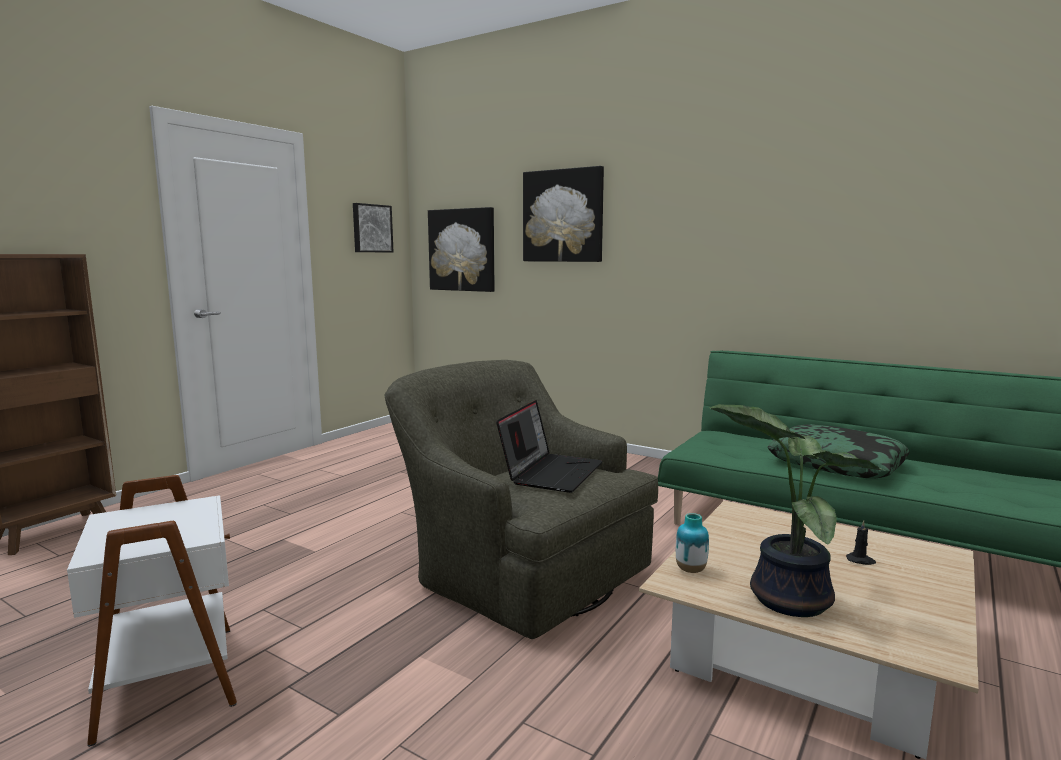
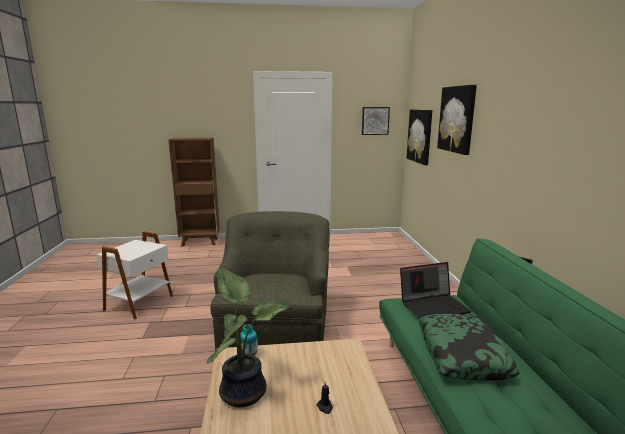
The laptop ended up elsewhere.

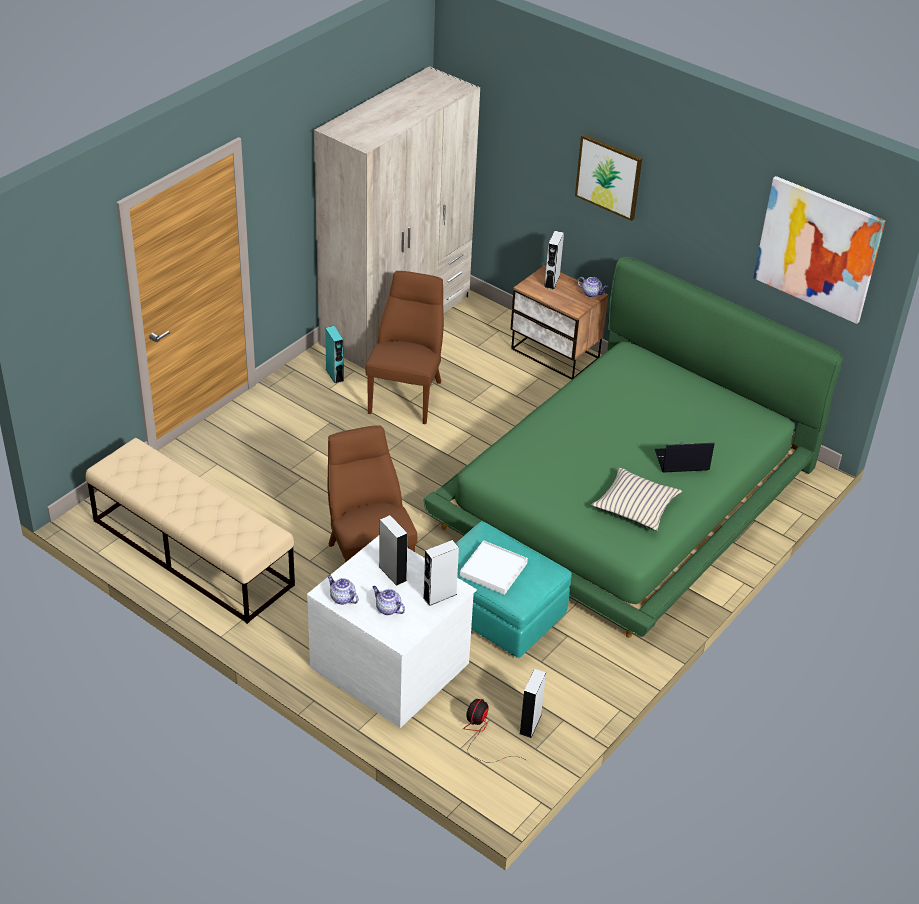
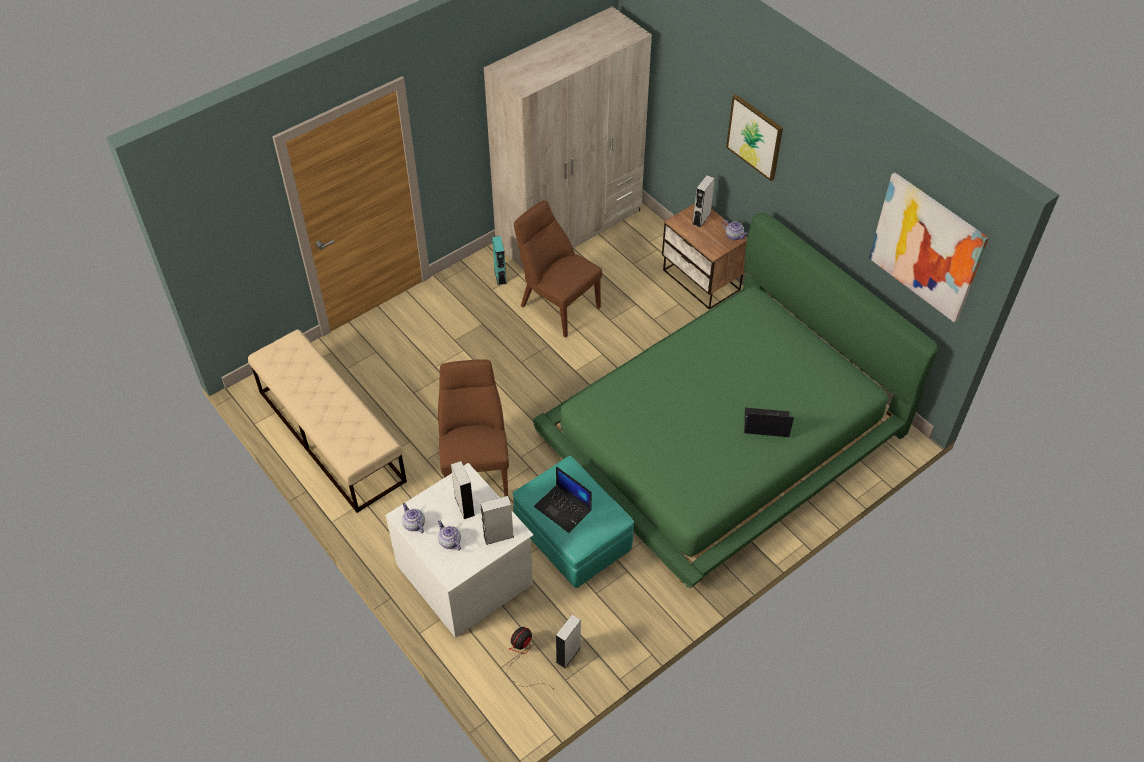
The second view lost the sand-coloured throw pillow.
Where the white-coloured carrying tray stood, the laptop (no. 1 from left) came to stand.
The brown plain chair (no. 2 from left) ended up facing another way, 75 degrees counterclockwise from before.

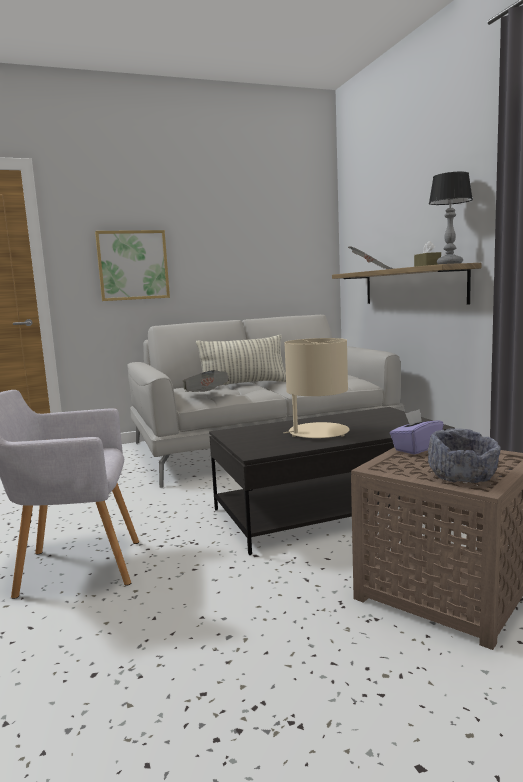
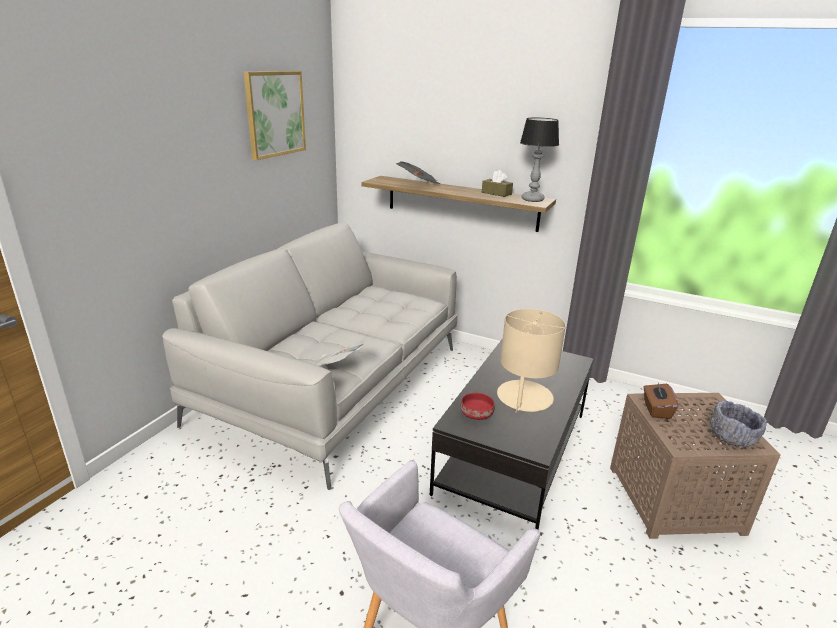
The second view lost the throw pillow.
The second view gained the reddish serving bowl.
The wall picture ended up elsewhere.
What was the purple-coloured tissue holder turned into the brown tissue holder (no. 2 from left).

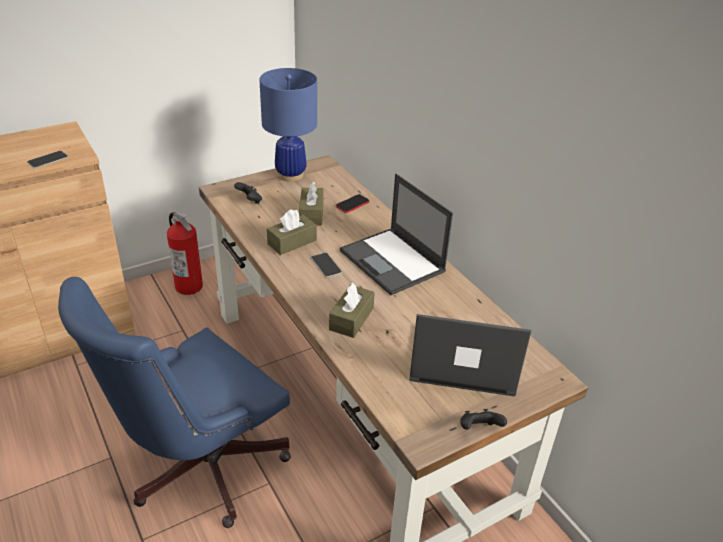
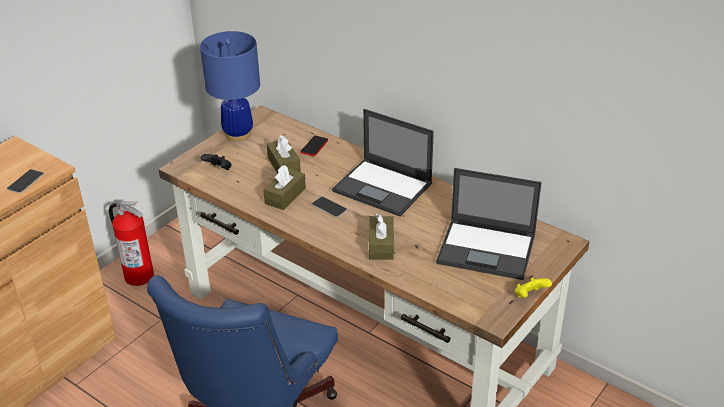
What was the blackish game controller (no. 2 from left) turned into the yellow game controller.
The laptop (no. 2 from left) ended up facing another way, 150 degrees counterclockwise from before.

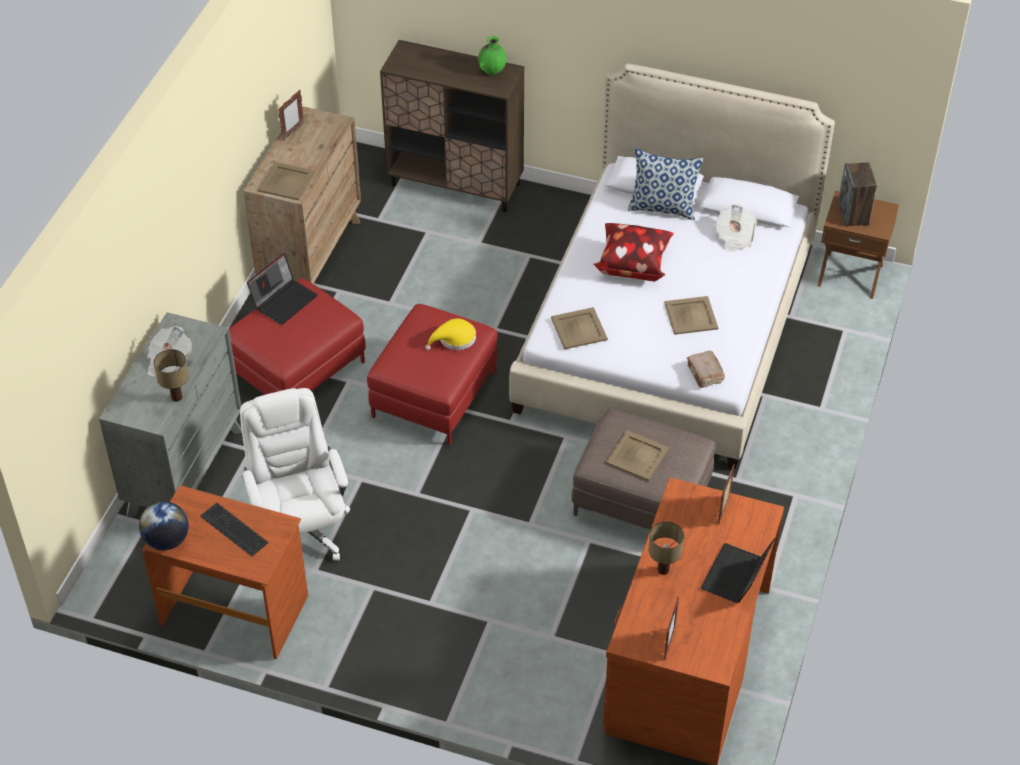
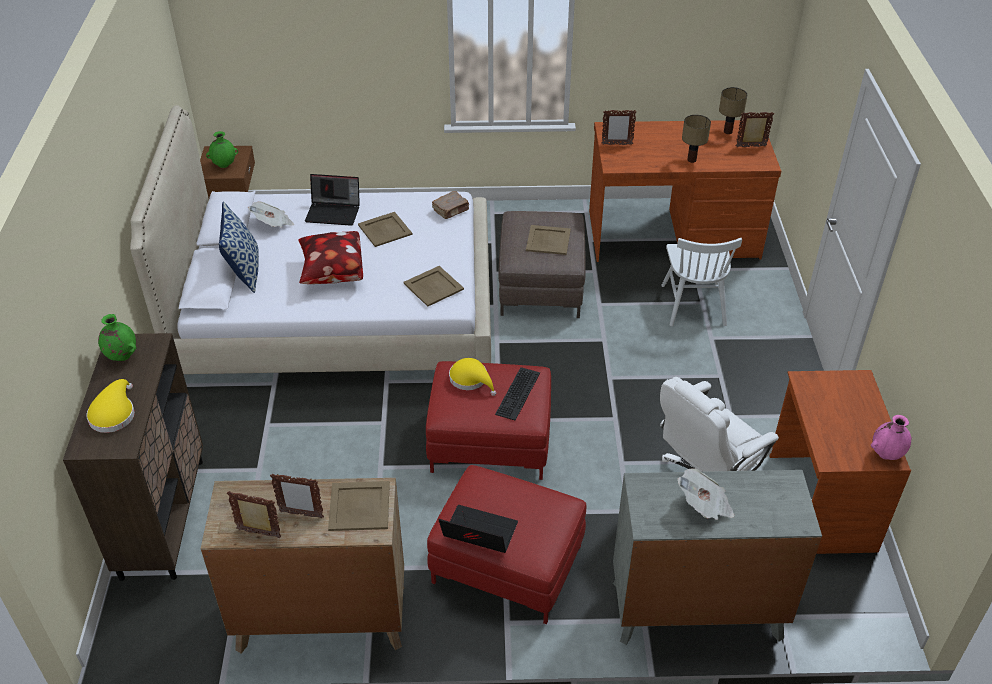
The second view gained the yellow clothing hat (no. 1 from left).
The second view gained the photo frame (no. 2 from left).
The second view gained the white-coloured plain chair.
The table lamp (no. 1 from left in the first image) ended up elsewhere.
The PC keyboard ended up elsewhere.
The laptop (no. 2 from left in the first image) ended up elsewhere.
Where the world globe stood, the pinkish decorative vase came to stand.
Where the loudspeaker stood, the greenish decorative vase (no. 2 from left) came to stand.

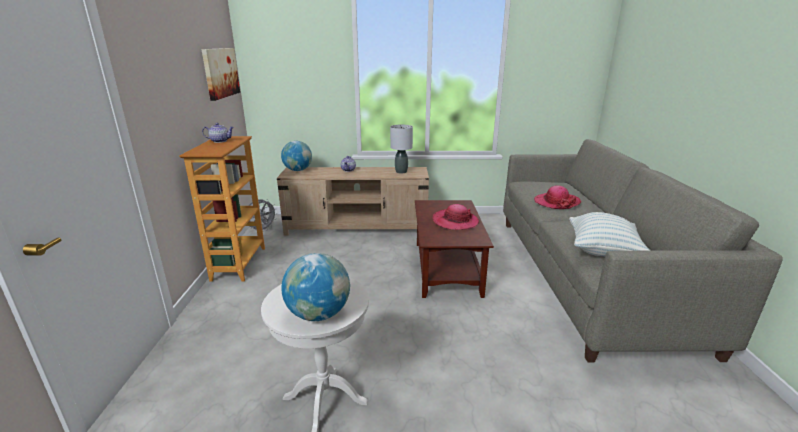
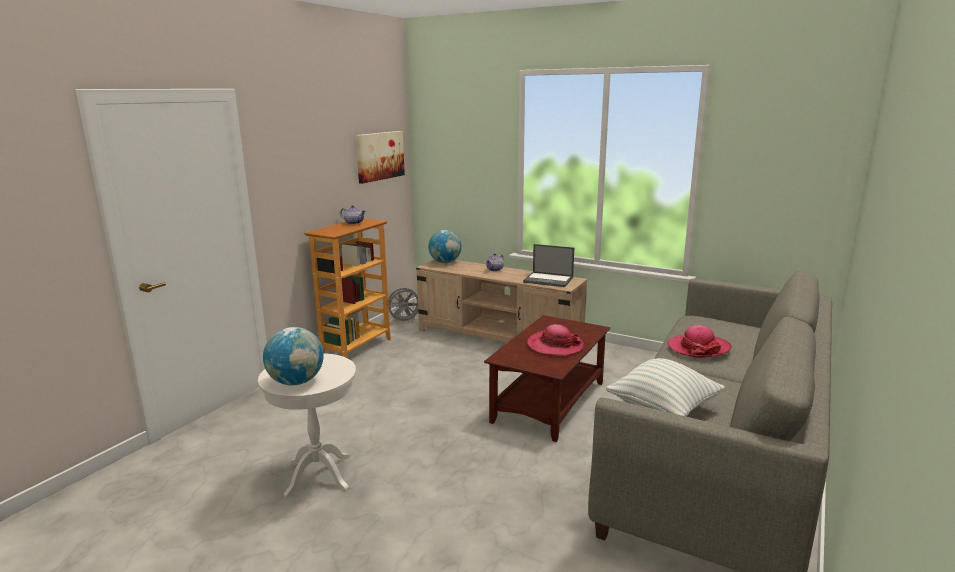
Where the greyish table lamp stood, the laptop came to stand.

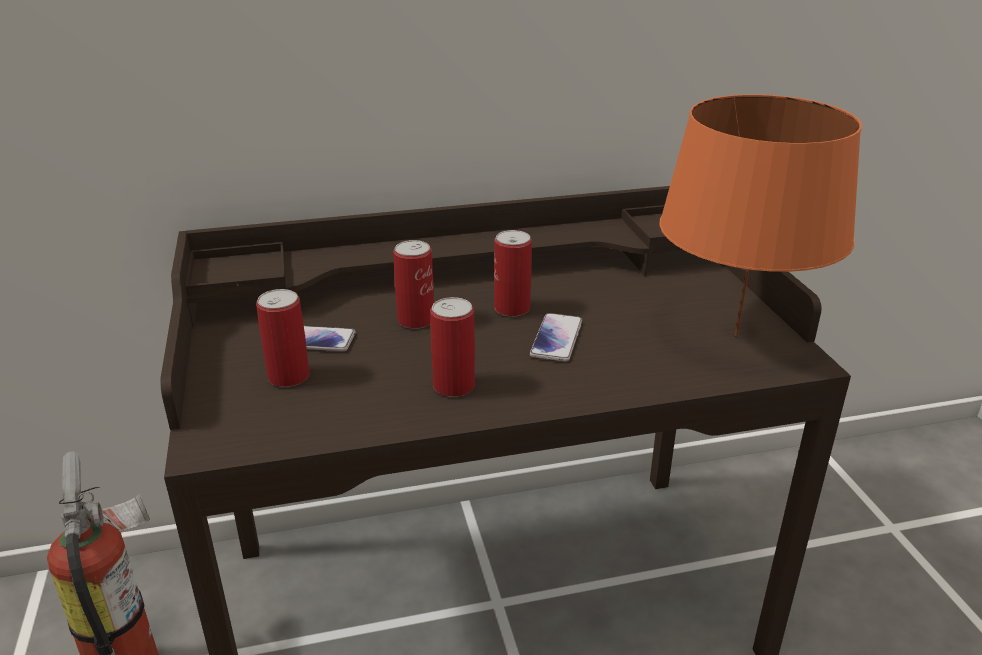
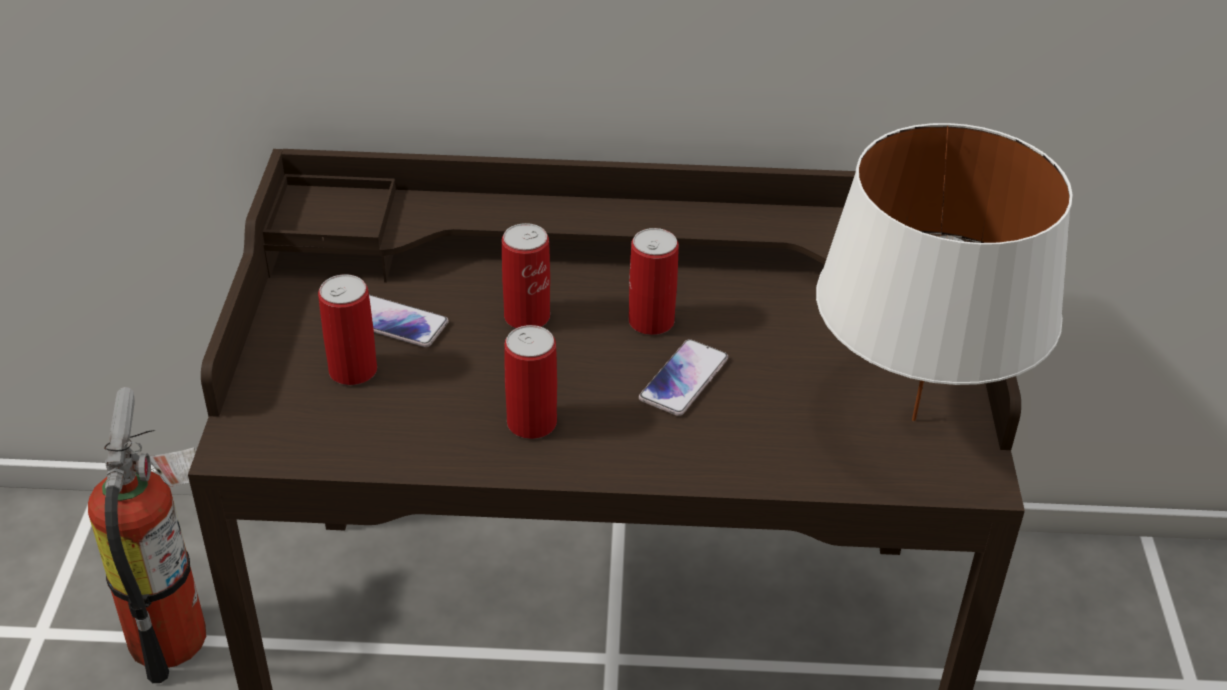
What was the orange-coloured table lamp turned into the white-coloured table lamp.

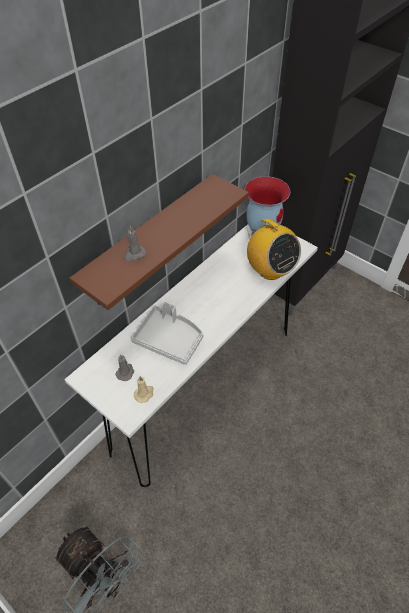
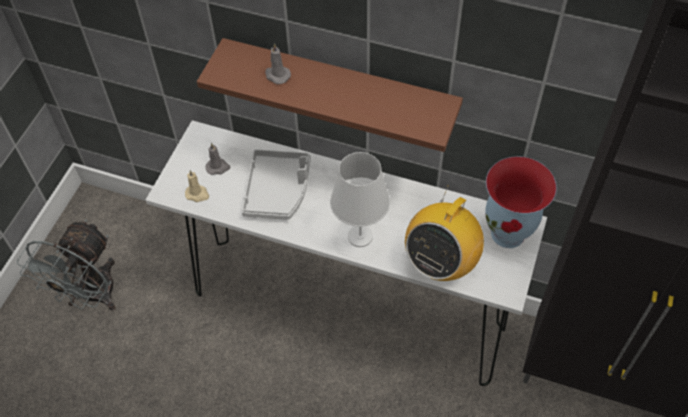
The second view gained the white-coloured table lamp.

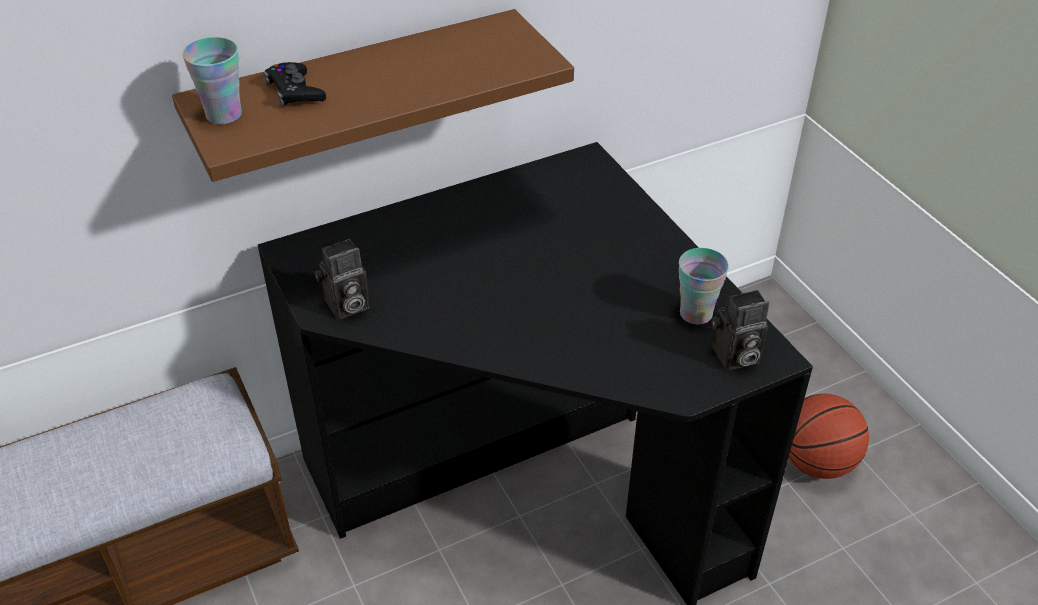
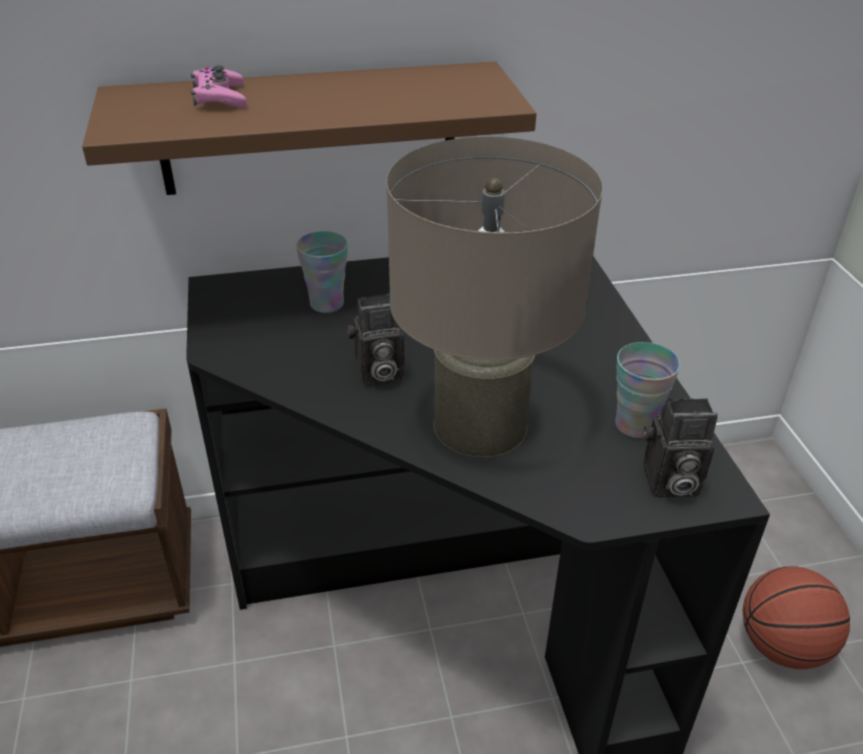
The second view gained the sand-coloured table lamp.
The drinking cup (no. 1 from left) ended up elsewhere.
The still camera (no. 1 from left) ended up elsewhere.
What was the blackish game controller turned into the pinkish game controller.

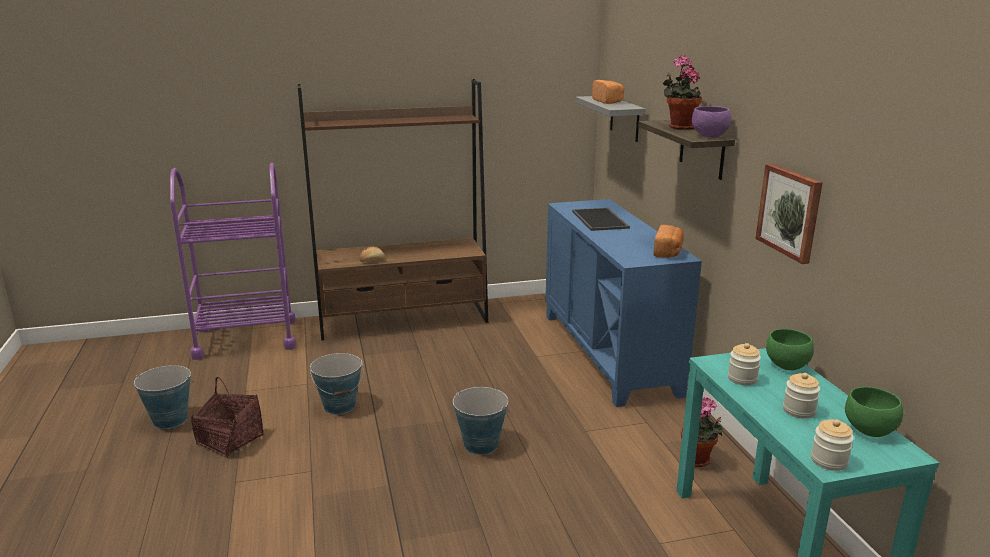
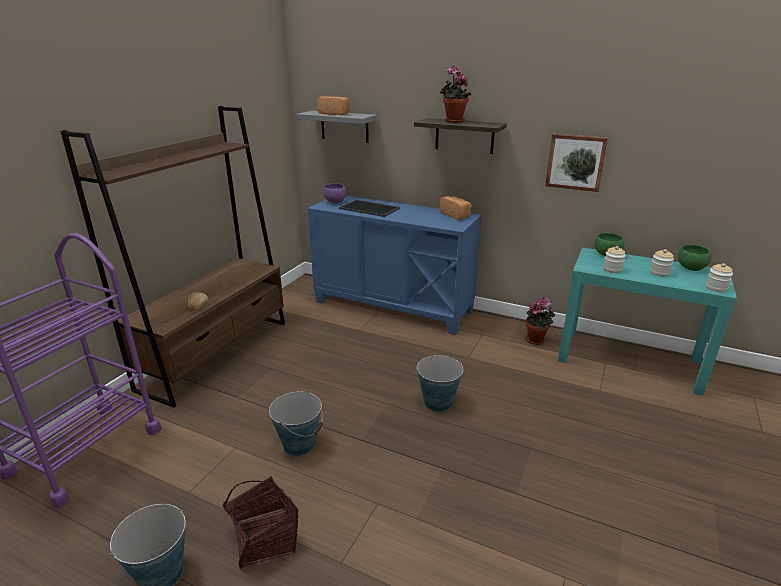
The purple-coloured serving bowl ended up elsewhere.

